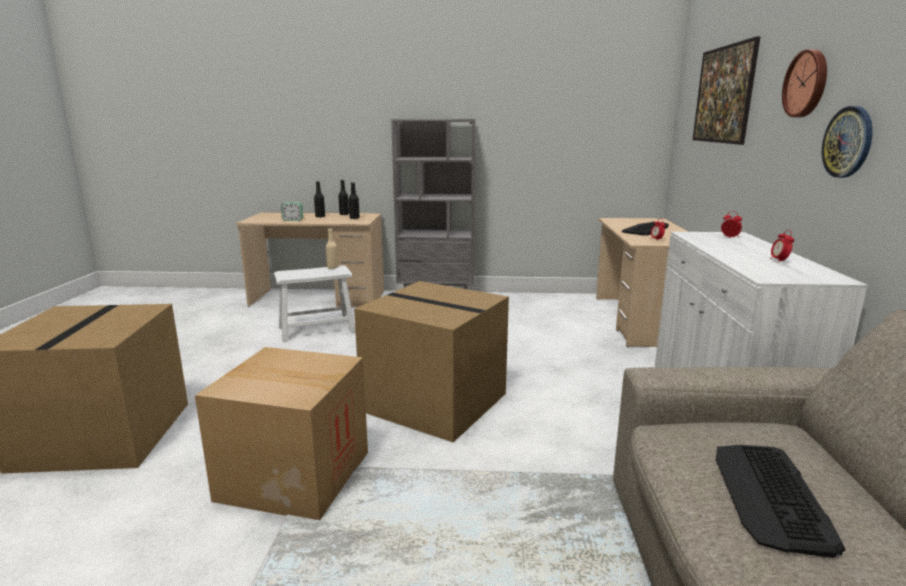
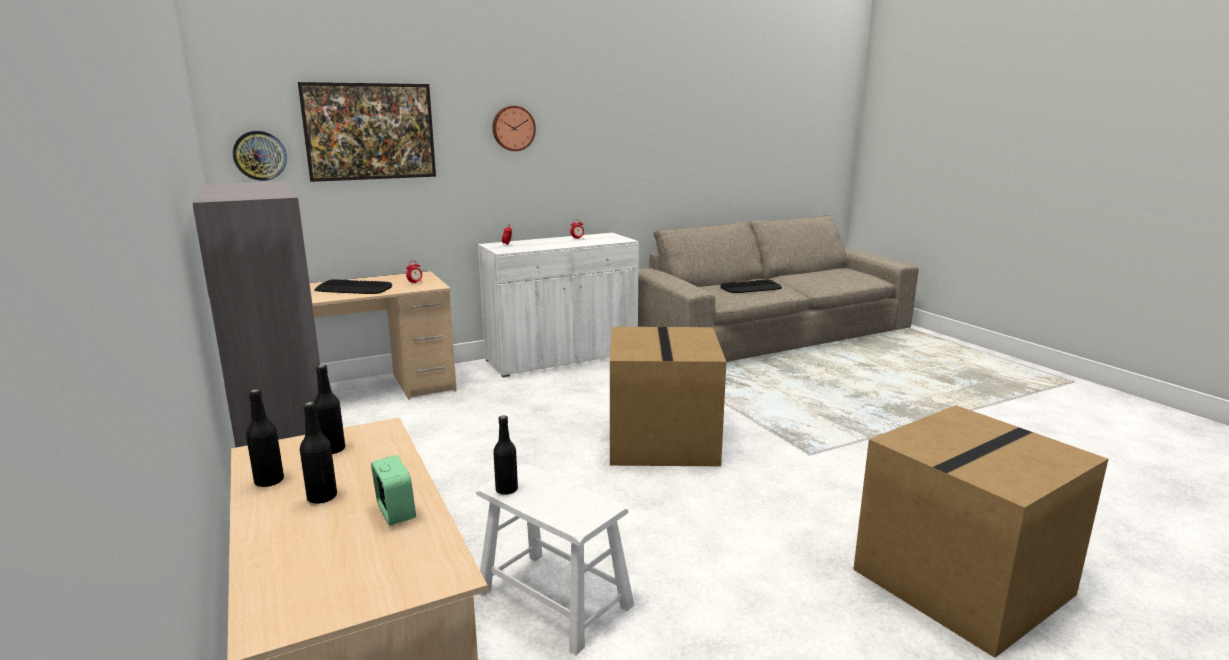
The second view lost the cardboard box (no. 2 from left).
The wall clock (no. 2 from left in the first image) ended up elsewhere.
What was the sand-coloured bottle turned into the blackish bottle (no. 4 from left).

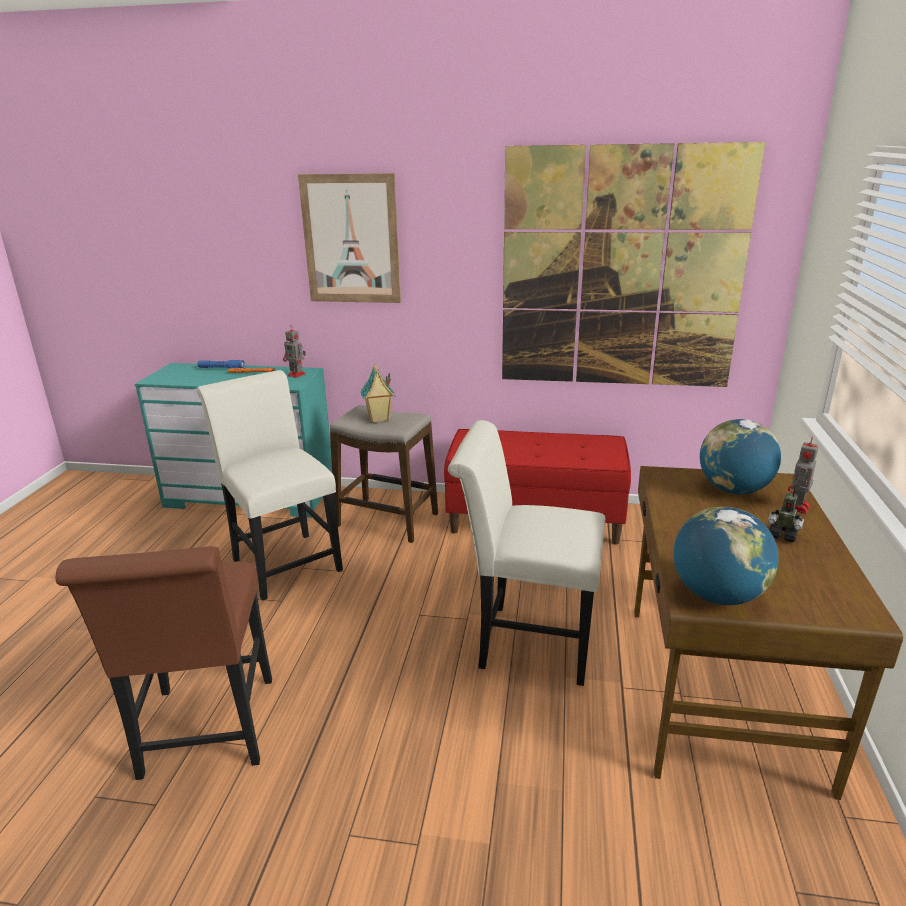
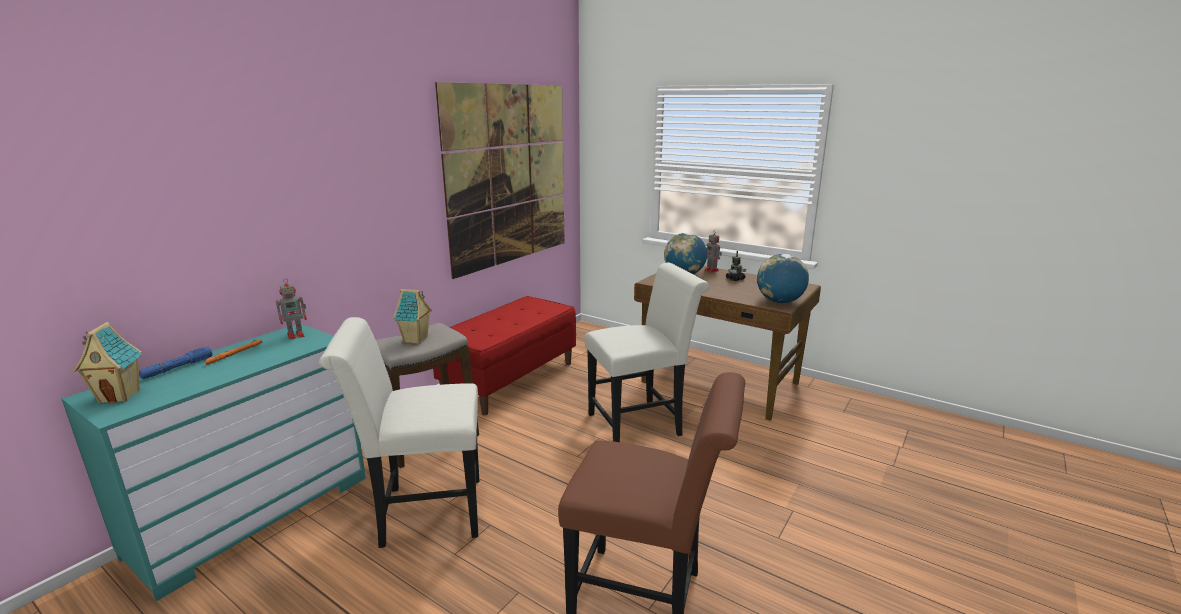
The second view lost the wall picture (no. 1 from left).
The second view gained the toy house (no. 1 from left).
The white-coloured plain chair (no. 2 from left) ended up facing another way, 150 degrees counterclockwise from before.

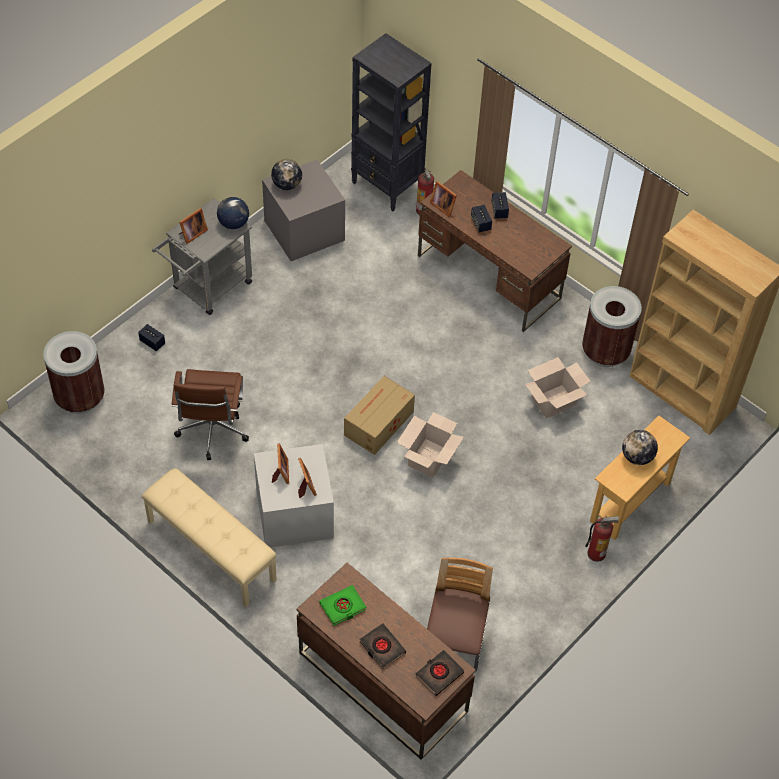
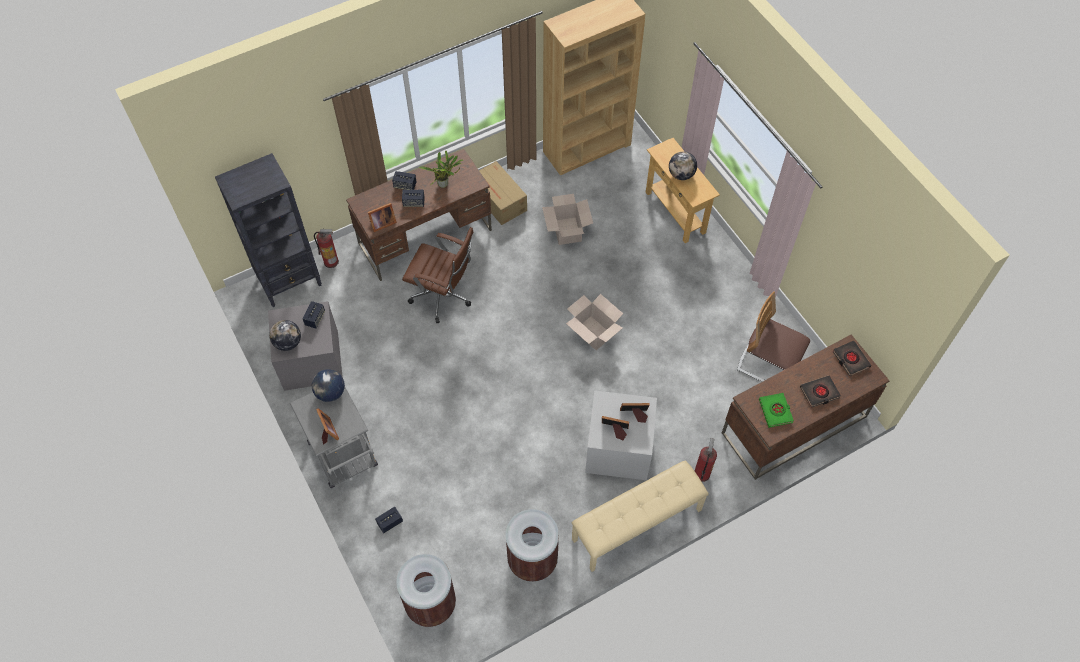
The second view gained the loudspeaker (no. 1 from left).
The second view gained the plant in a pot.
The brown office chair ended up elsewhere.
The cardboard box (no. 1 from left) ended up elsewhere.
The brown waste bin (no. 2 from left) ended up elsewhere.
The extinguisher (no. 2 from left) ended up elsewhere.

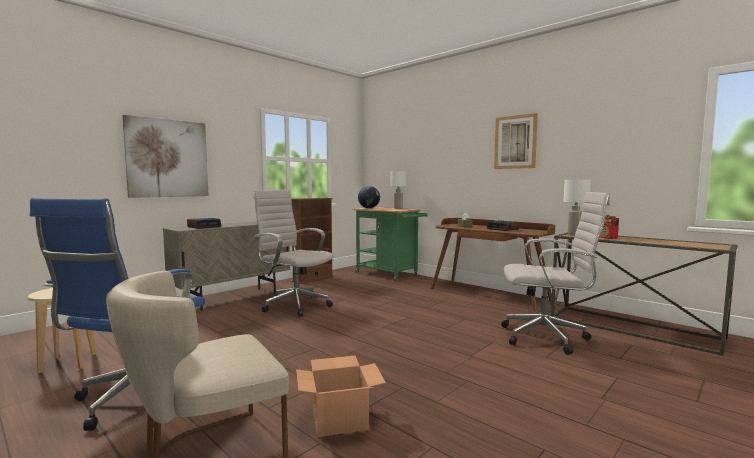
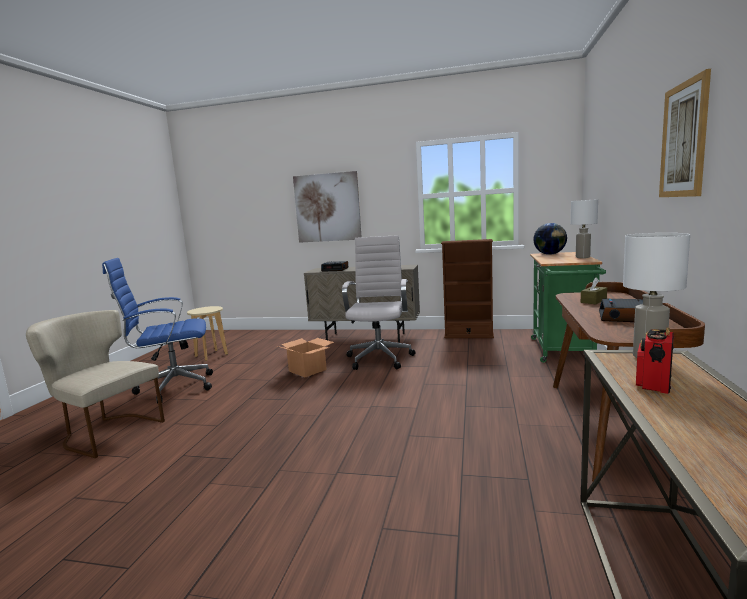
The second view lost the white-coloured office chair (no. 2 from left).
The cardboard box ended up elsewhere.

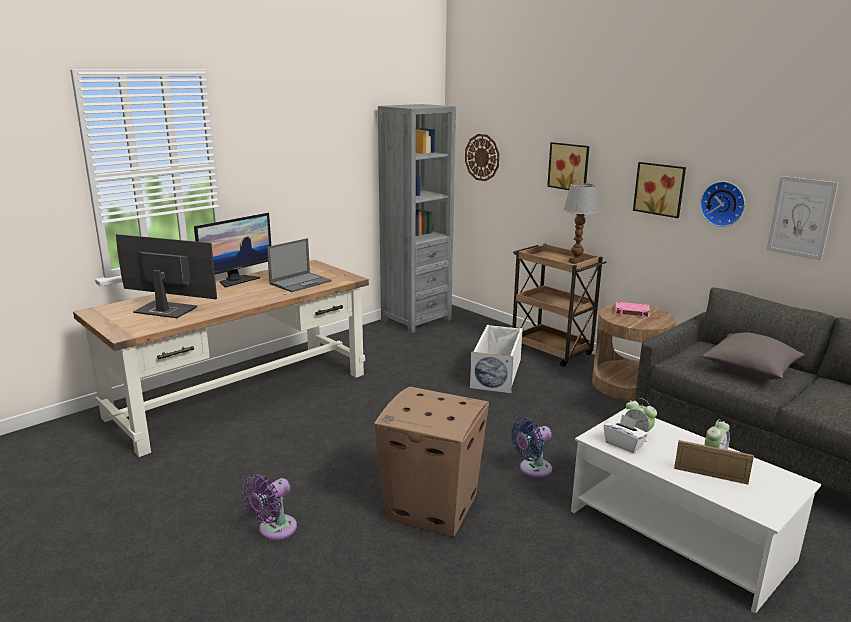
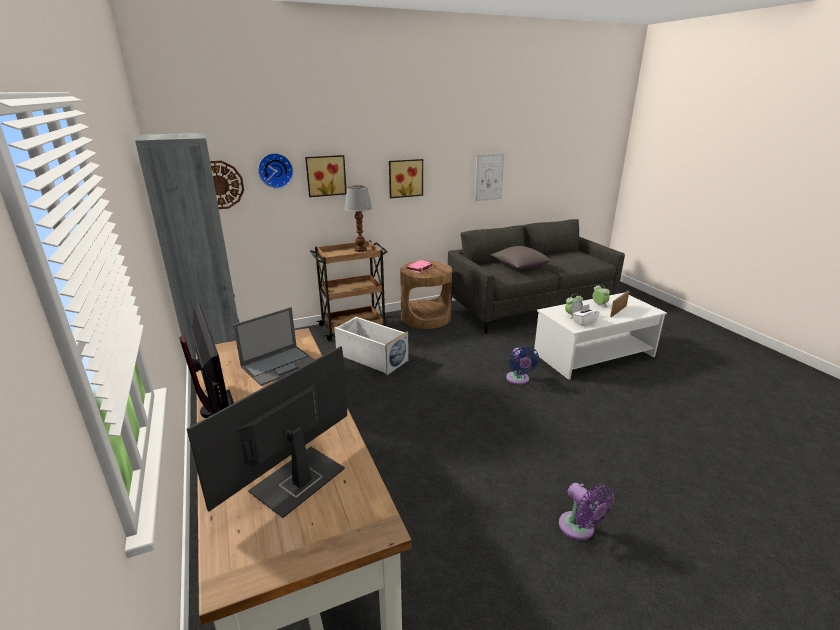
The second view lost the cardboard box.
The wall clock (no. 2 from left) ended up elsewhere.
The laptop ended up facing another way, 75 degrees clockwise from before.

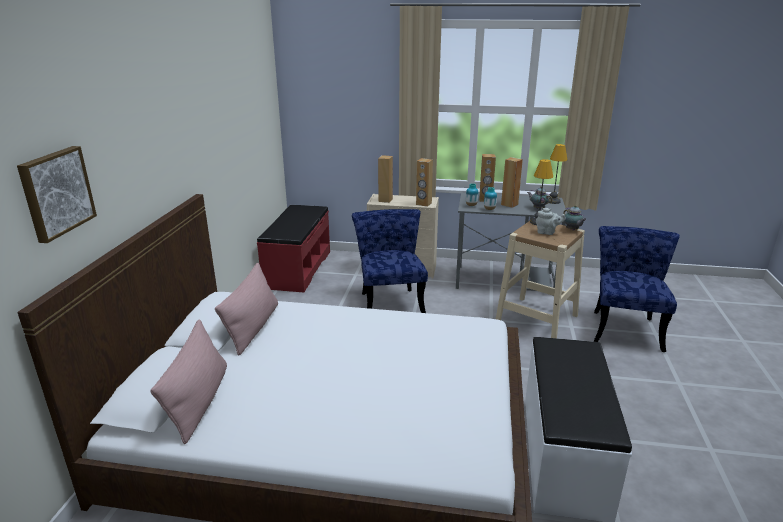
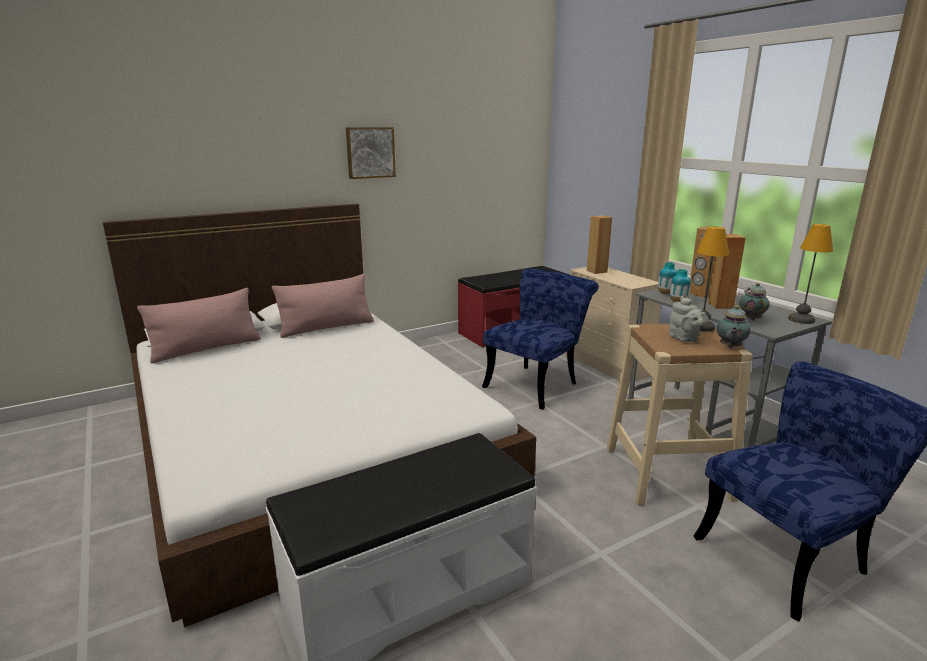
The second view lost the brown loudspeaker (no. 2 from left).
The wall picture ended up elsewhere.

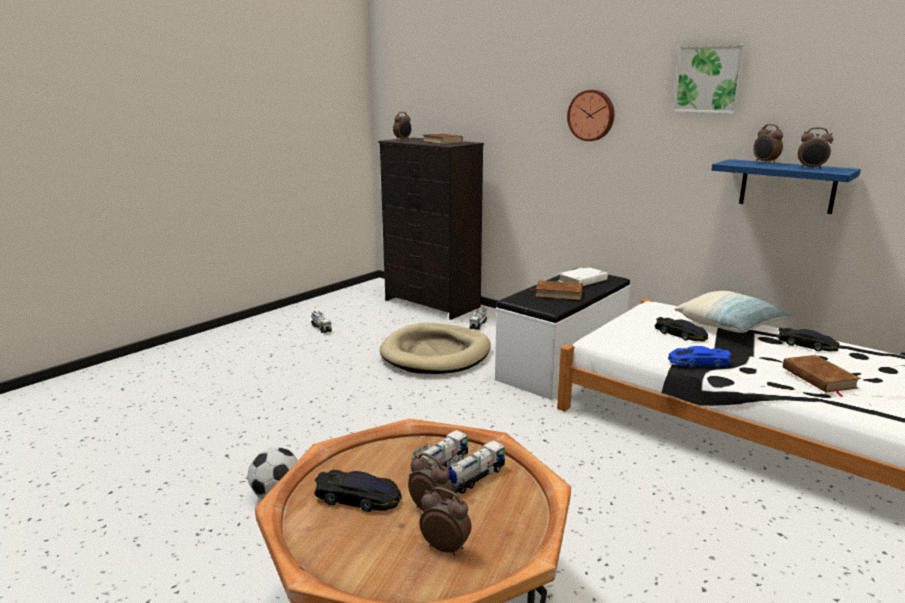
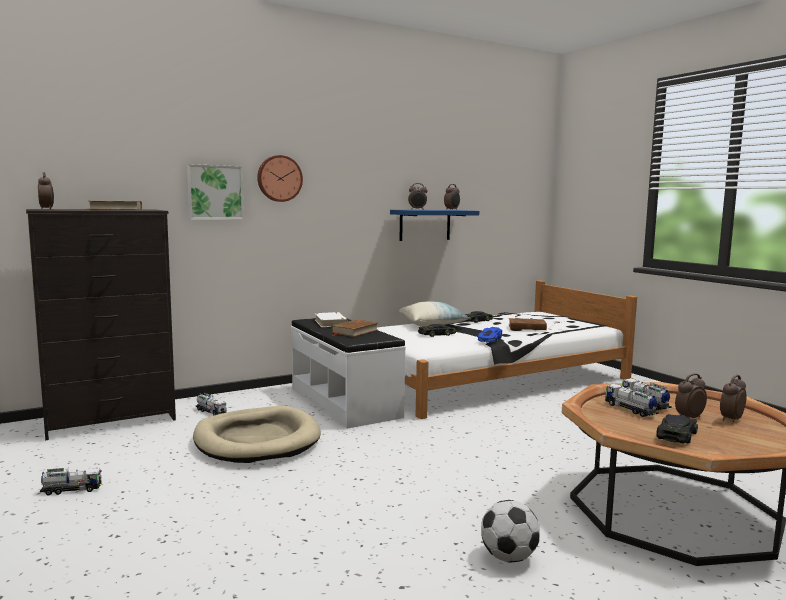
The wall picture ended up elsewhere.

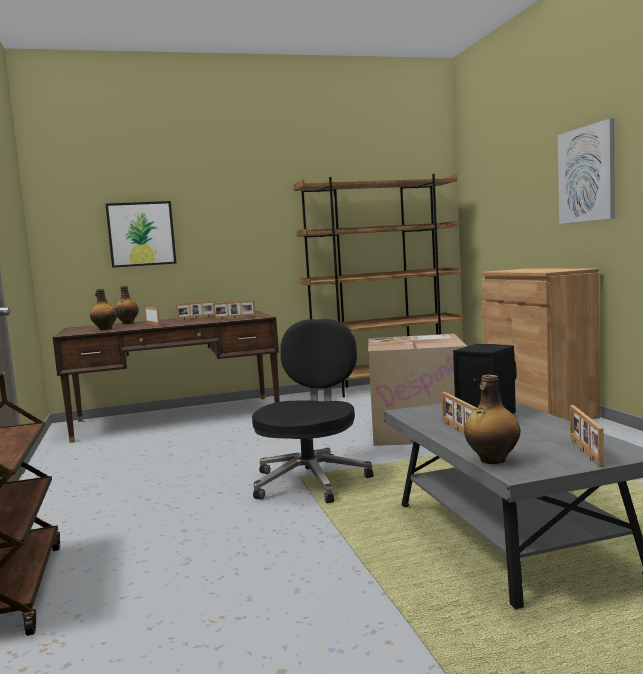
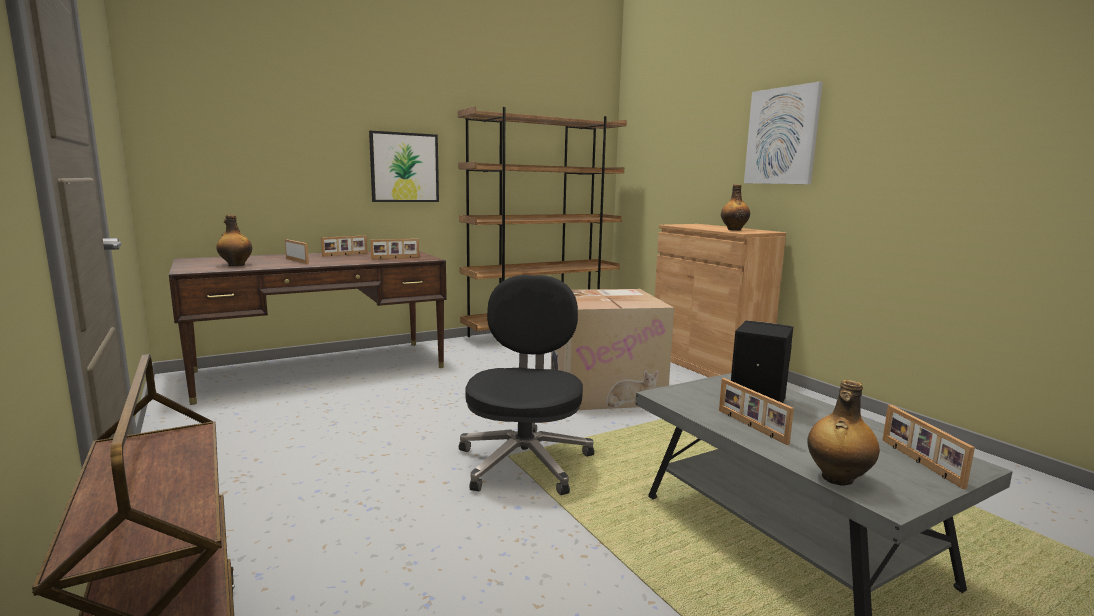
The wall picture (no. 1 from left) ended up elsewhere.
The bottle (no. 2 from left) ended up elsewhere.

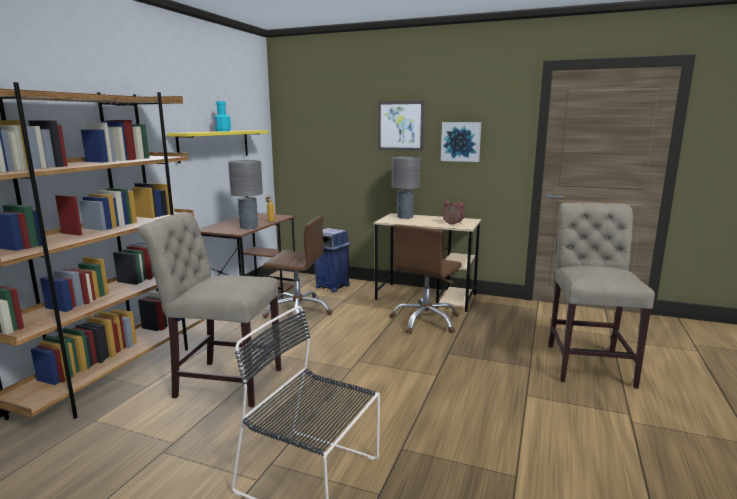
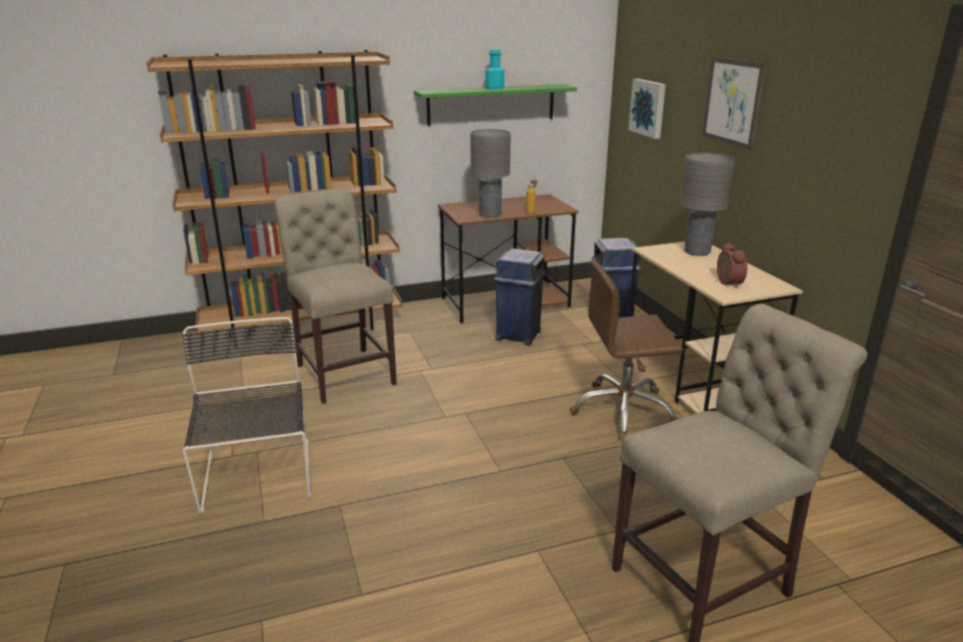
The wall picture (no. 2 from left in the first image) ended up elsewhere.
Where the brown office chair (no. 1 from left) stood, the blue waste bin (no. 1 from left) came to stand.
What was the yellow shelf turned into the greenish shelf.

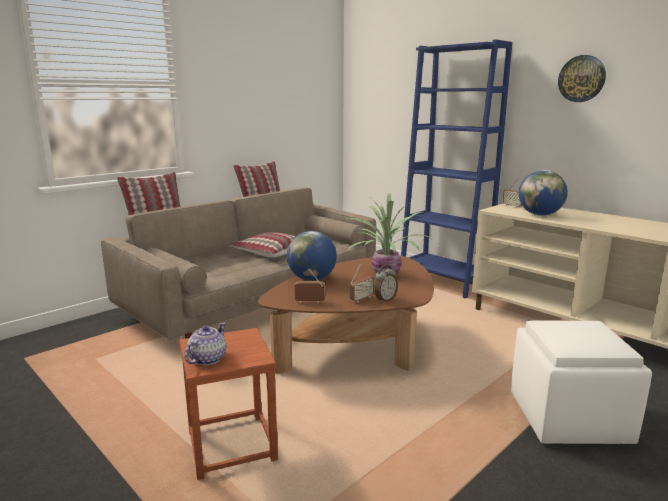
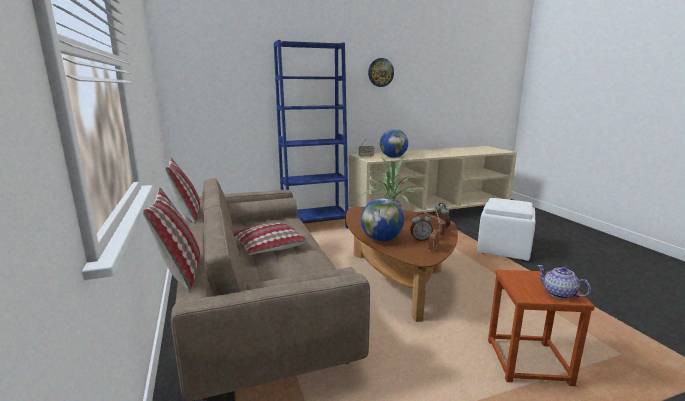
The second view gained the table clock (no. 1 from left).

